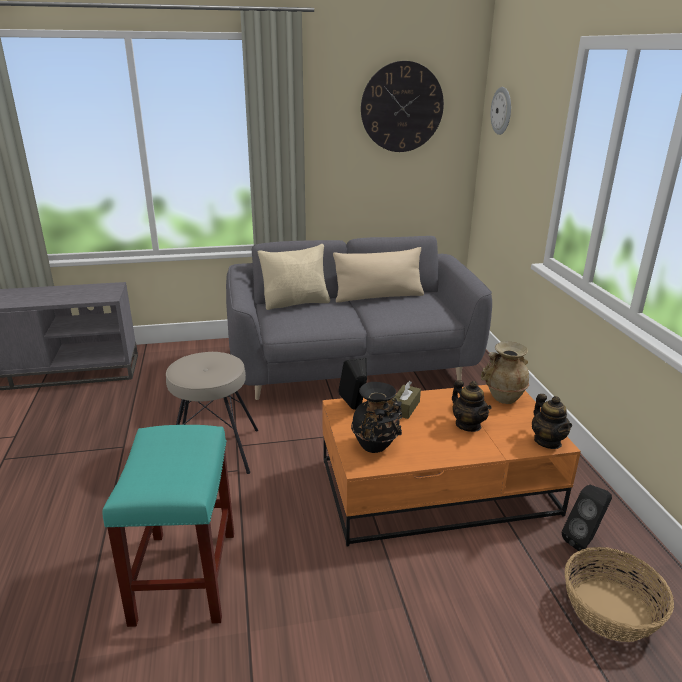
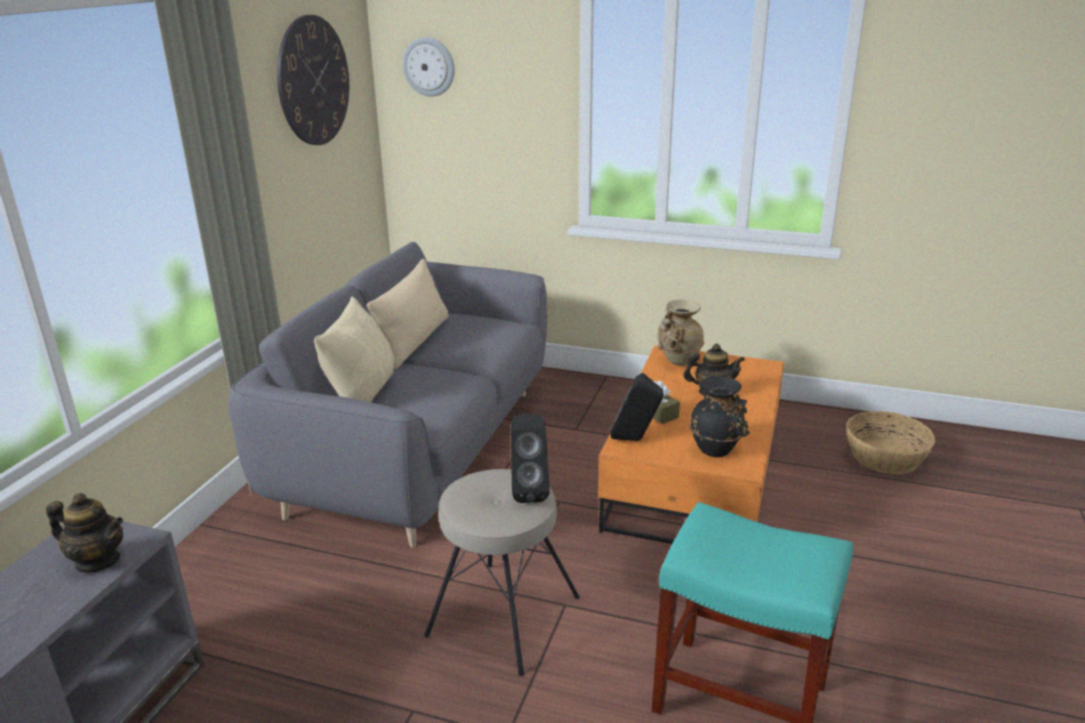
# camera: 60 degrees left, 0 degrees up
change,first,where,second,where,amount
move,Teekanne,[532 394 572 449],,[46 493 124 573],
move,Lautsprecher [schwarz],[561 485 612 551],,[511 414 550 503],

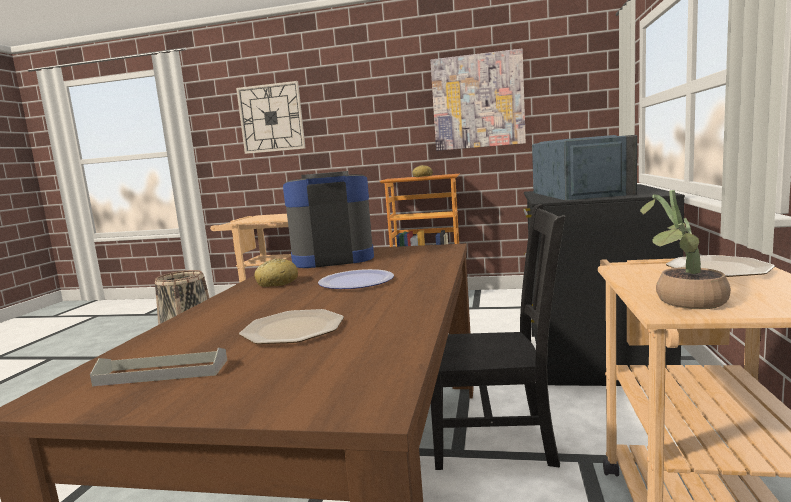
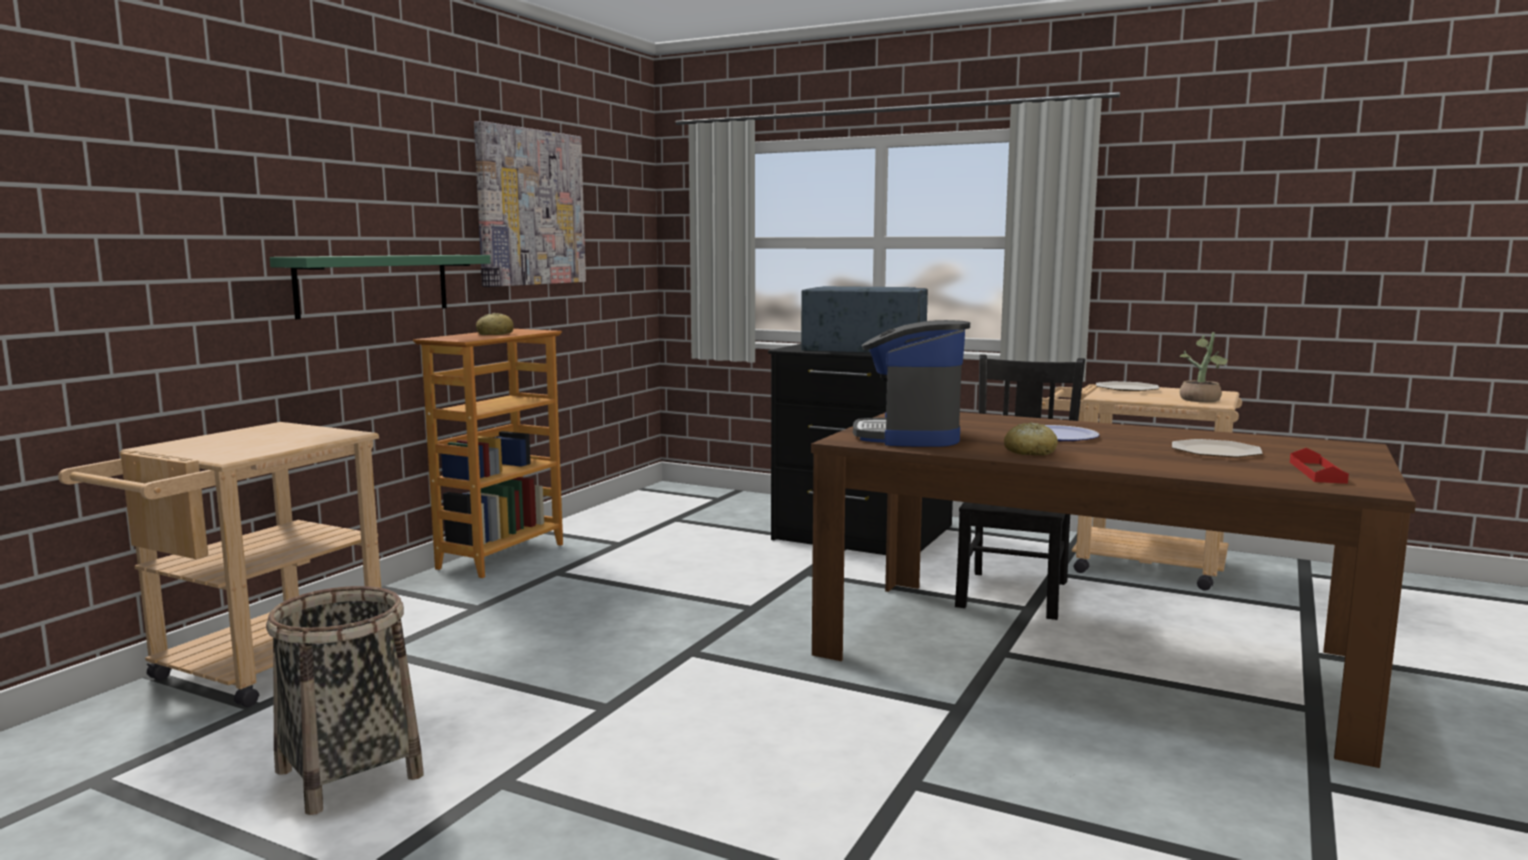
# camera: 75 degrees left, 0 degrees up
change,first,where,second,where,amount
delete,Wanduhr,[236 81 306 154],,,
insert,,,Wandregal [grün],[270 255 491 319],
recolor,Tablett [grau],[90 348 227 386],Tablett [rot],[1290 448 1349 484],

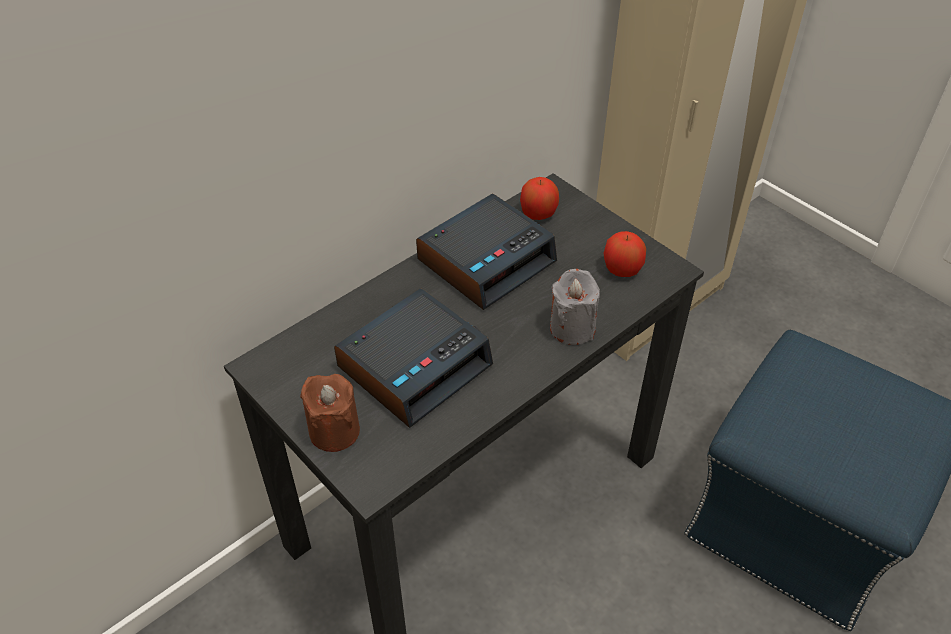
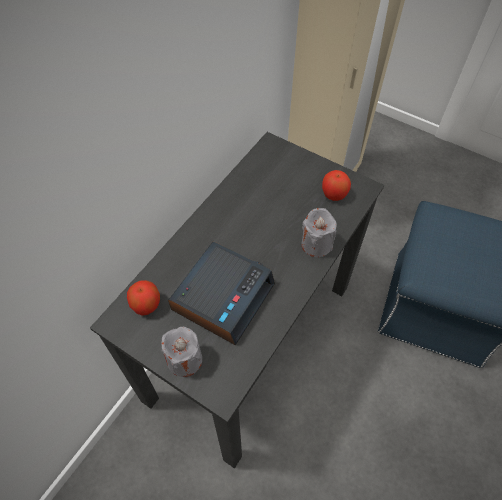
# camera: 15 degrees left, 10 degrees up
change,first,where,second,where,amount
delete,Wecker,[416 194 557 310],,,
move,Apfel,[520 177 559 220],,[127 280 160 316],
recolor,Kerze [braun],[300 374 360 452],Kerze [grau],[161 327 202 377],

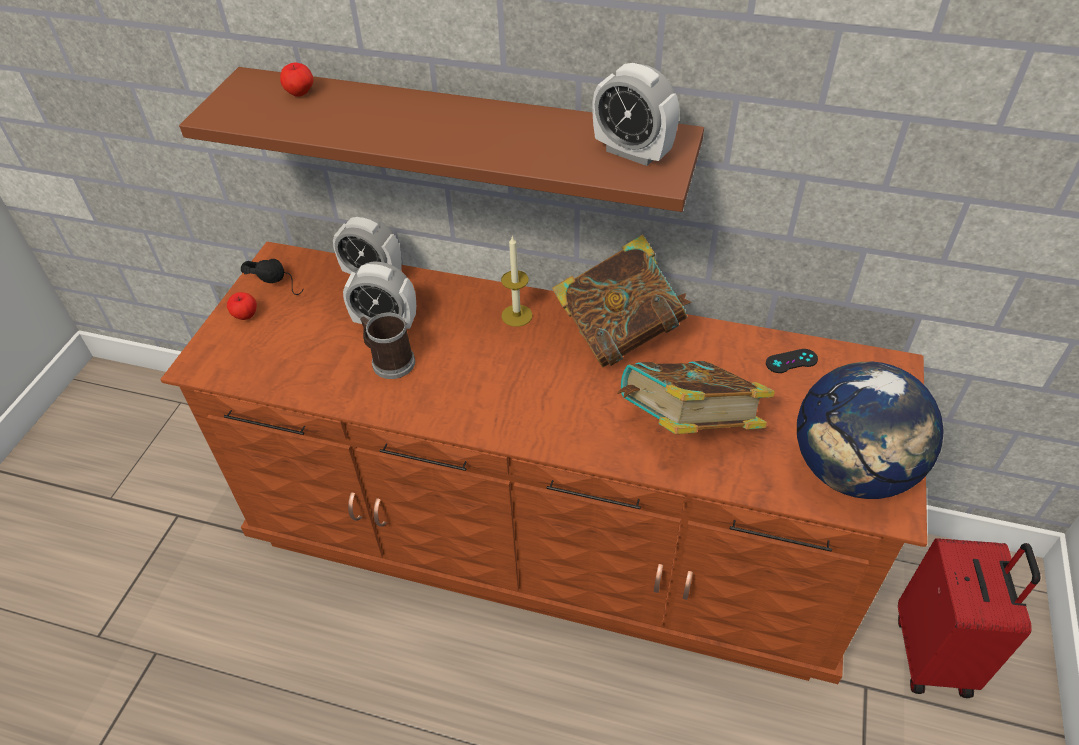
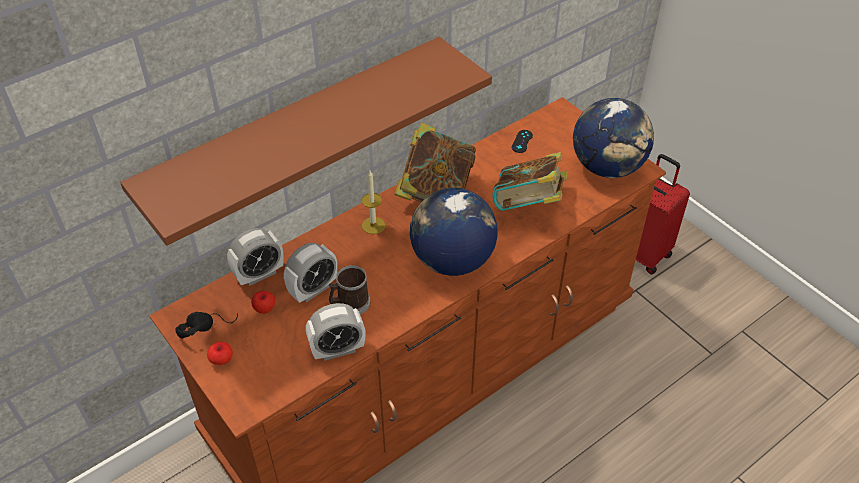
# camera: 55 degrees left, 0 degrees up
change,first,where,second,where,amount
insert,,,Globus,[410 188 498 276],
move,Apfel,[280 63 314 97],,[251 291 275 314],
move,Wecker,[592 63 679 166],,[306 303 366 361],

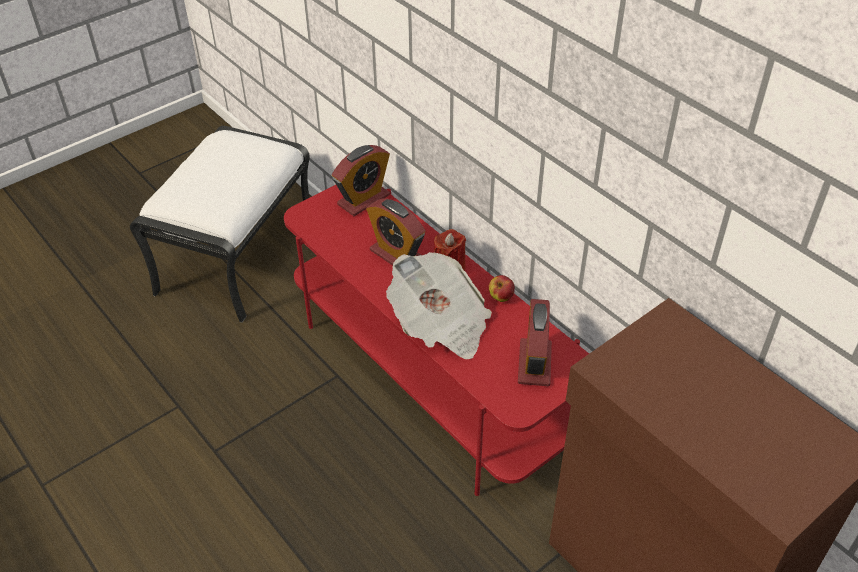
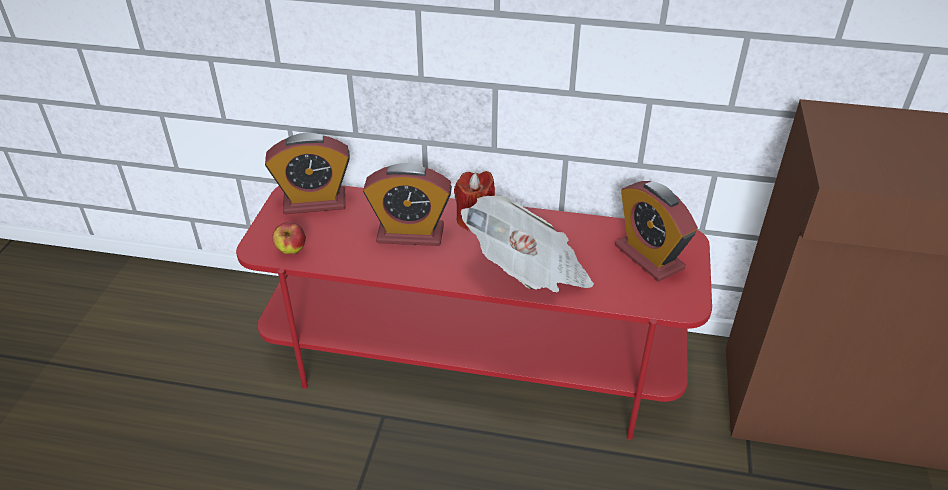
# camera: 40 degrees left, 5 degrees down
change,first,where,second,where,amount
delete,Polsterhocker [weiß],[130 126 310 323],,,
move,Apfel,[489 275 515 302],,[272 223 306 254],
rotate,Wecker,[332 145 390 216],,[265 133 350 214],75 degrees clockwise

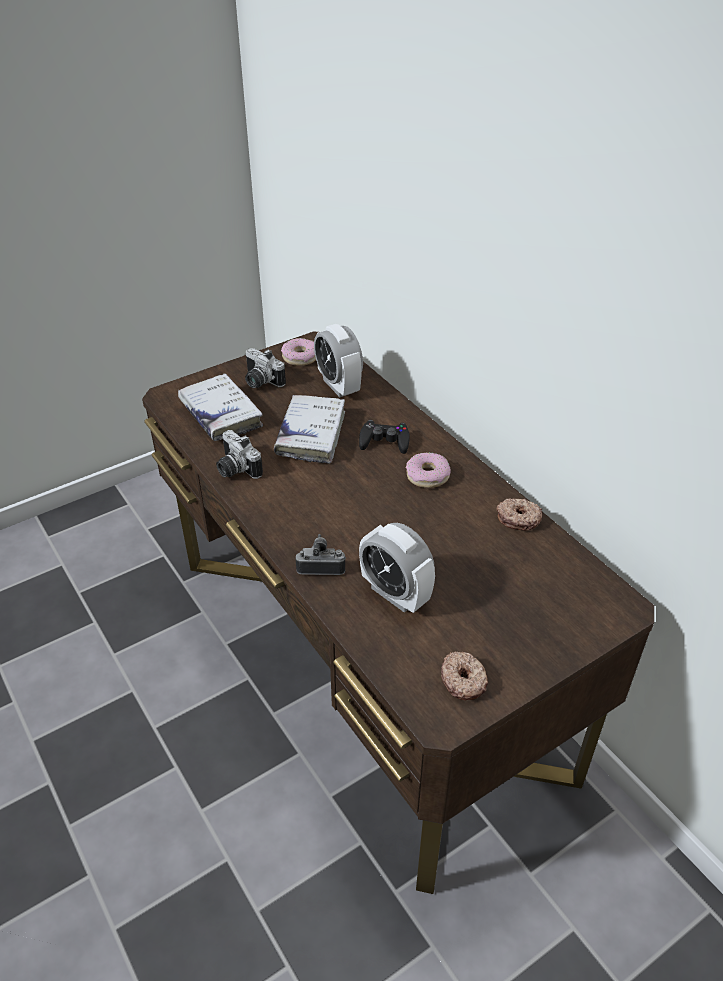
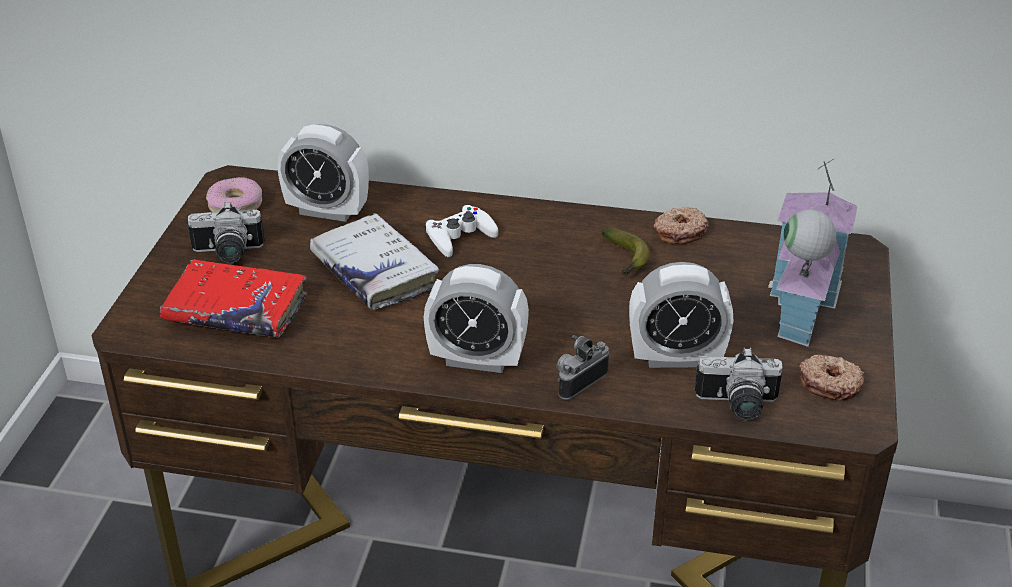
# camera: 45 degrees left, 5 degrees down
change,first,where,second,where,amount
delete,Donut,[406 453 451 488],,,
insert,,,Wecker,[424 264 529 373],
insert,,,Banane,[601 228 650 276],
insert,,,Spielzeughaus,[768 159 857 347],
move,Kamera,[216 430 263 479],,[695 347 783 420],
recolor,Buch [weiß],[178 373 263 441],Buch [rot],[160 259 307 338],
recolor,Gamepad [schwarz],[359 420 410 454],Gamepad [weiß],[425 205 498 257],

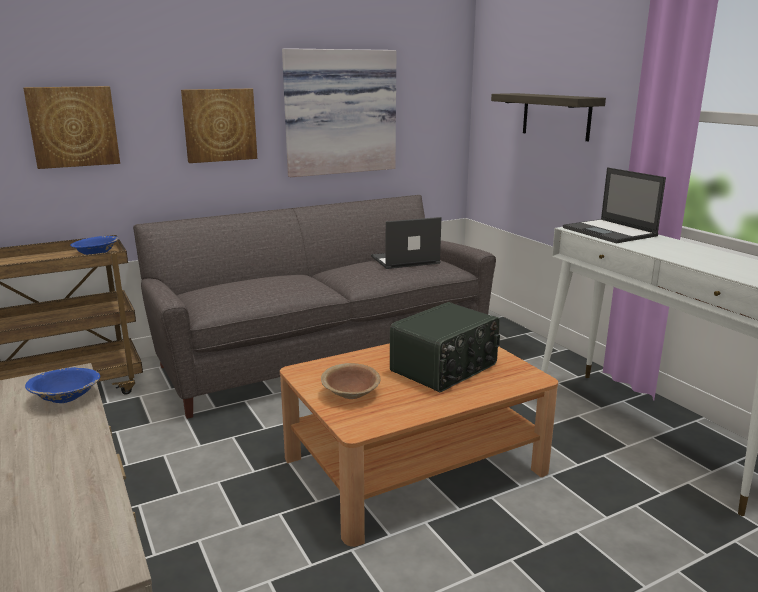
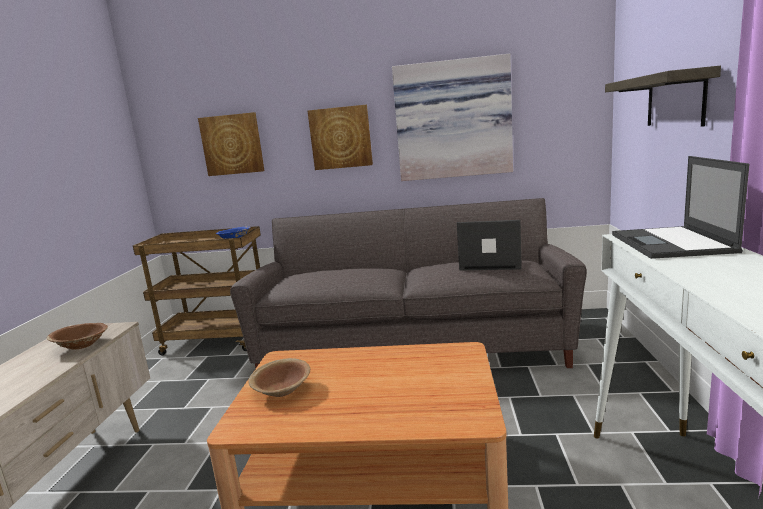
# camera: 35 degrees right, 5 degrees down
change,first,where,second,where,amount
delete,Radio,[390 302 500 392],,,
recolor,Schüssel [blau],[25 367 100 403],Schüssel [braun],[47 323 108 350],

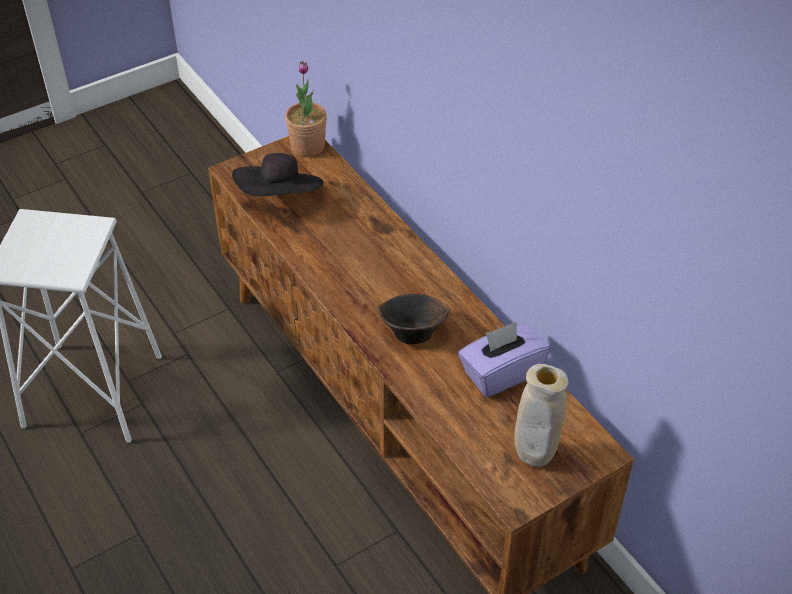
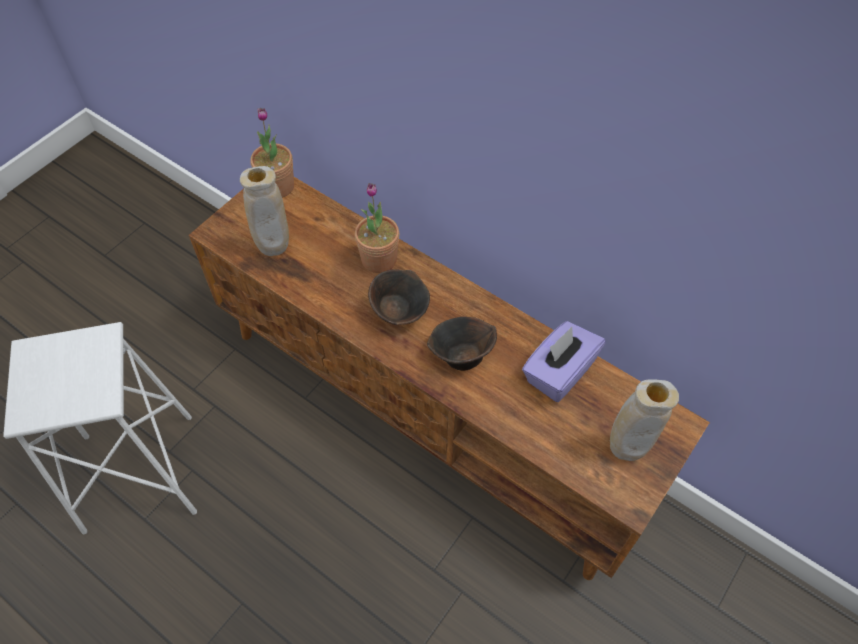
# camera: 20 degrees left, 10 degrees up
change,first,where,second,where,amount
insert,,,Topfpflanze,[355 183 399 273],
insert,,,Schüssel [braun],[368 269 430 325],
replace,Hut [schwarz],[232 153 324 196],Vase [beige],[240 166 289 256],

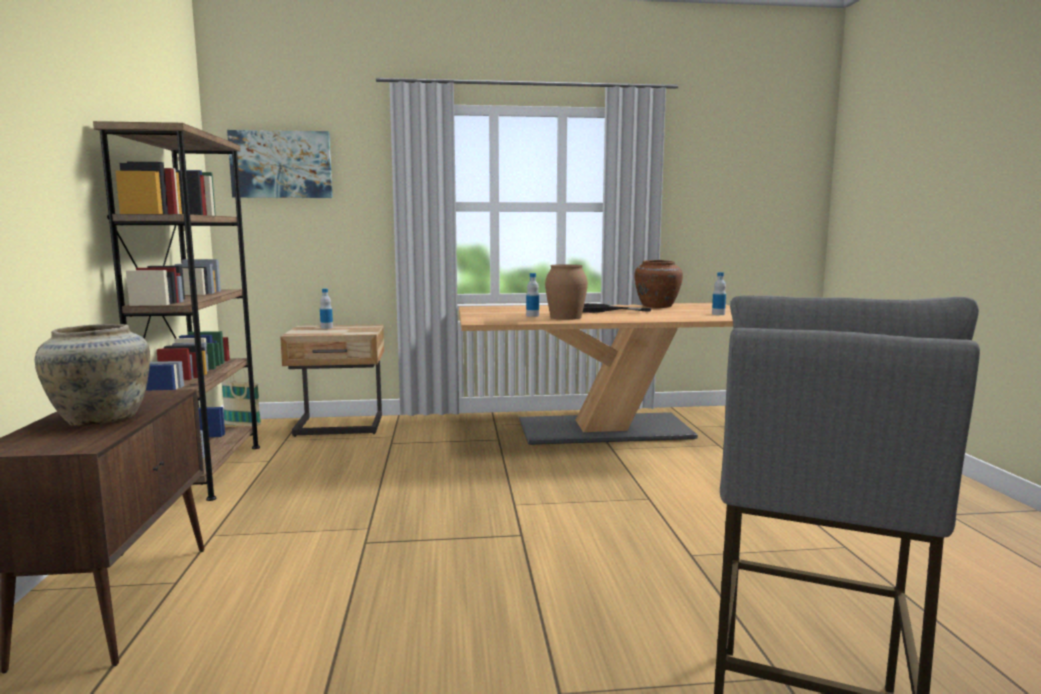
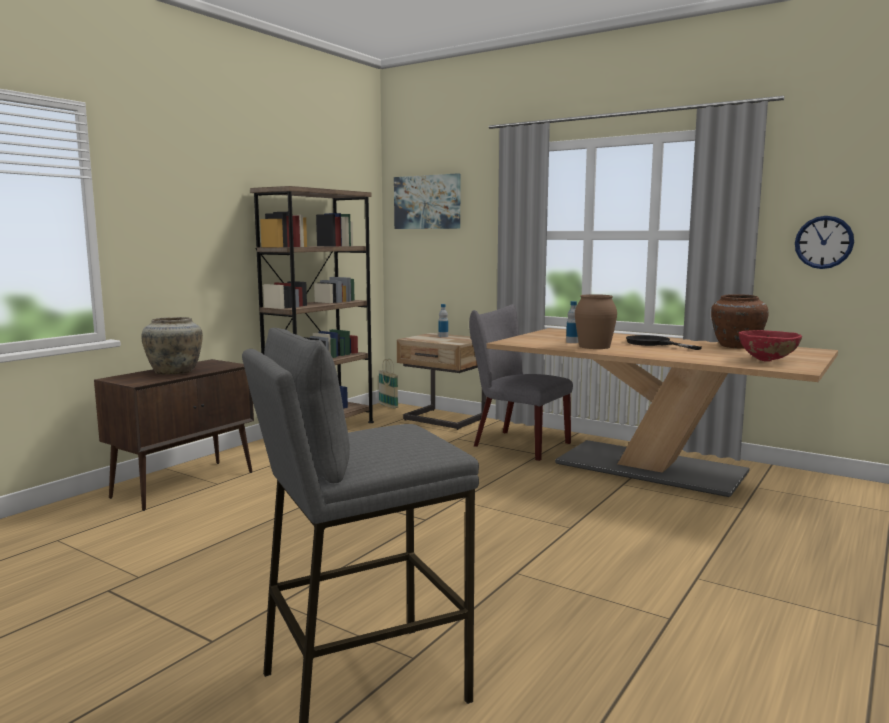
# camera: 40 degrees right, 0 degrees up
change,first,where,second,where,amount
insert,,,Stuhl [grau],[469 304 573 461],
insert,,,Wanduhr,[795 216 854 269],
replace,Flasche,[712 272 726 315],Schüssel [rot],[739 330 802 362],

